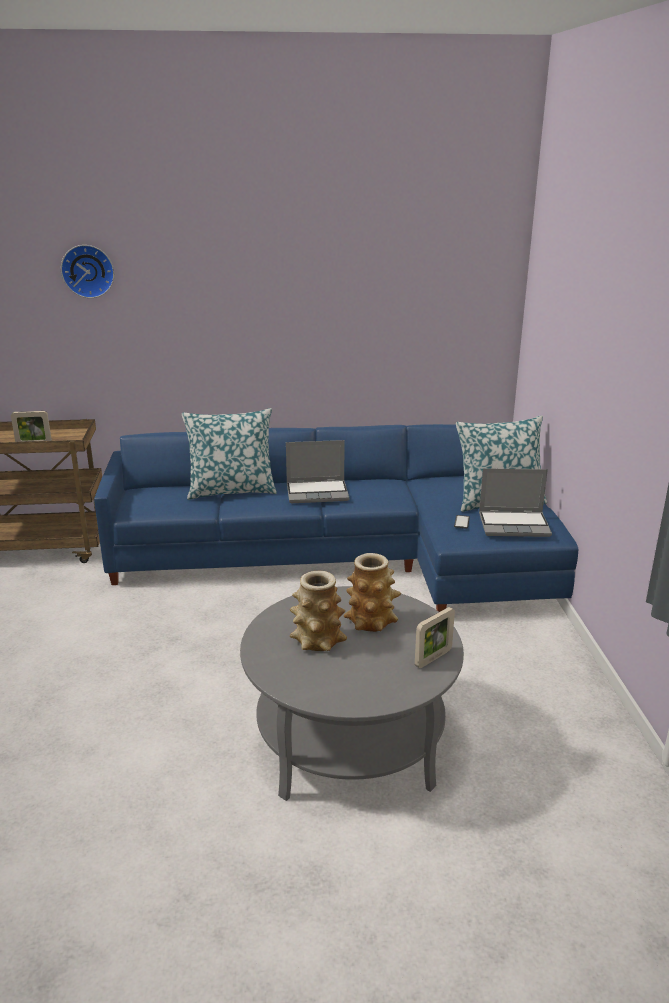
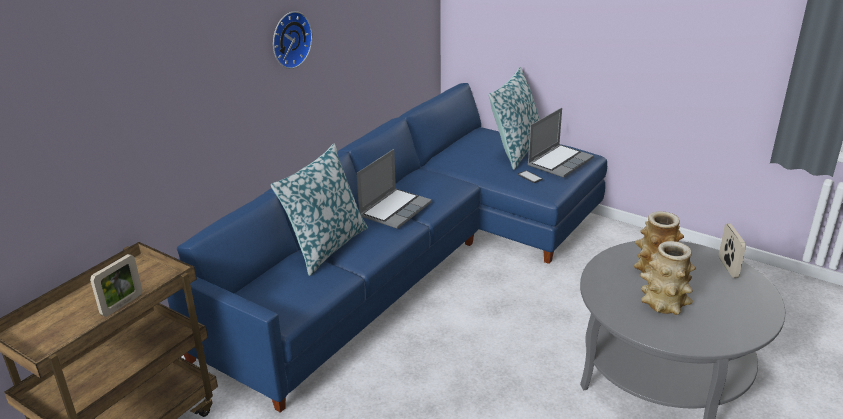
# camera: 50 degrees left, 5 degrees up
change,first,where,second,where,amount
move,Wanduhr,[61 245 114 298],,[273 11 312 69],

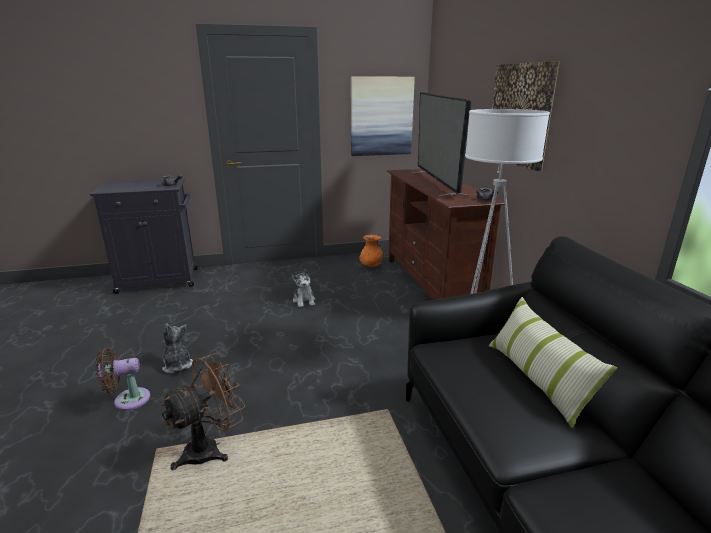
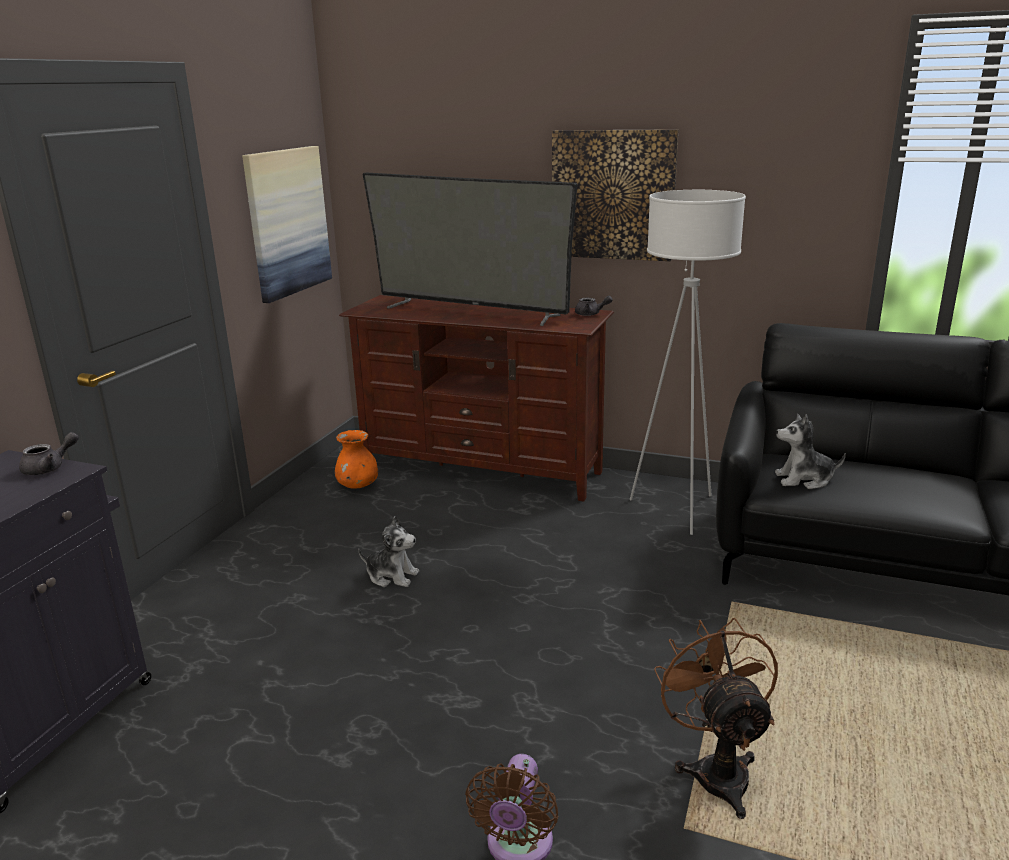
# camera: 55 degrees left, 0 degrees up
change,first,where,second,where,amount
delete,Kissen,[489 297 617 428],,,
move,Plüschtier,[162 323 193 373],,[775 414 846 489],

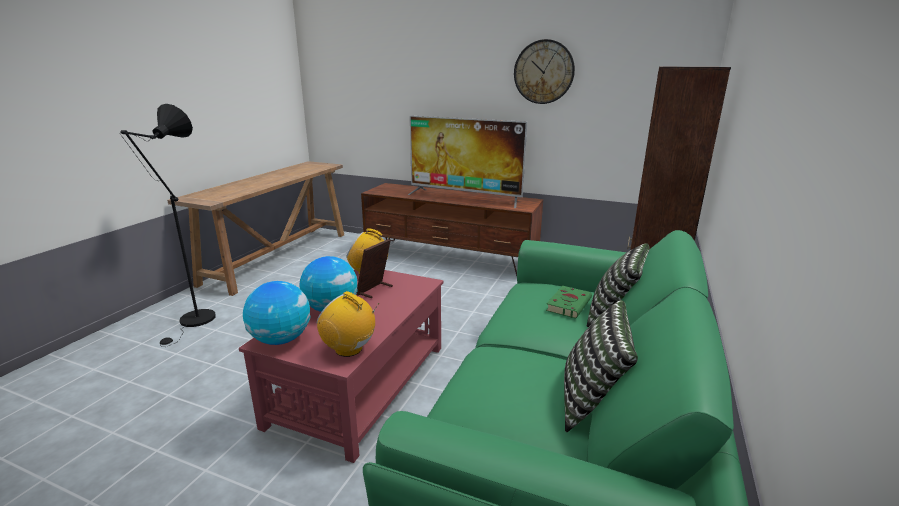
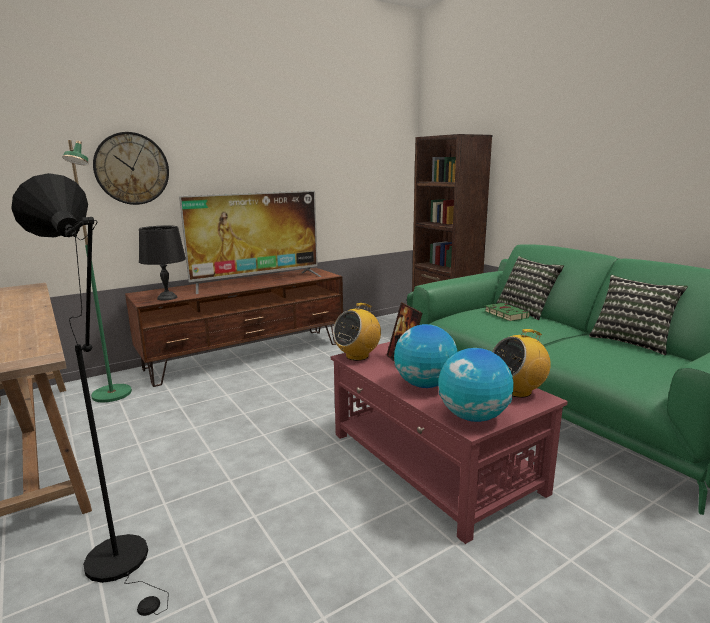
# camera: 55 degrees left, 5 degrees down
change,first,where,second,where,amount
insert,,,Stehlampe [grün],[62 140 132 402],
insert,,,Tischlampe [schwarz],[139 225 186 301],
move,Wanduhr,[514 39 575 104],,[93 132 169 205],

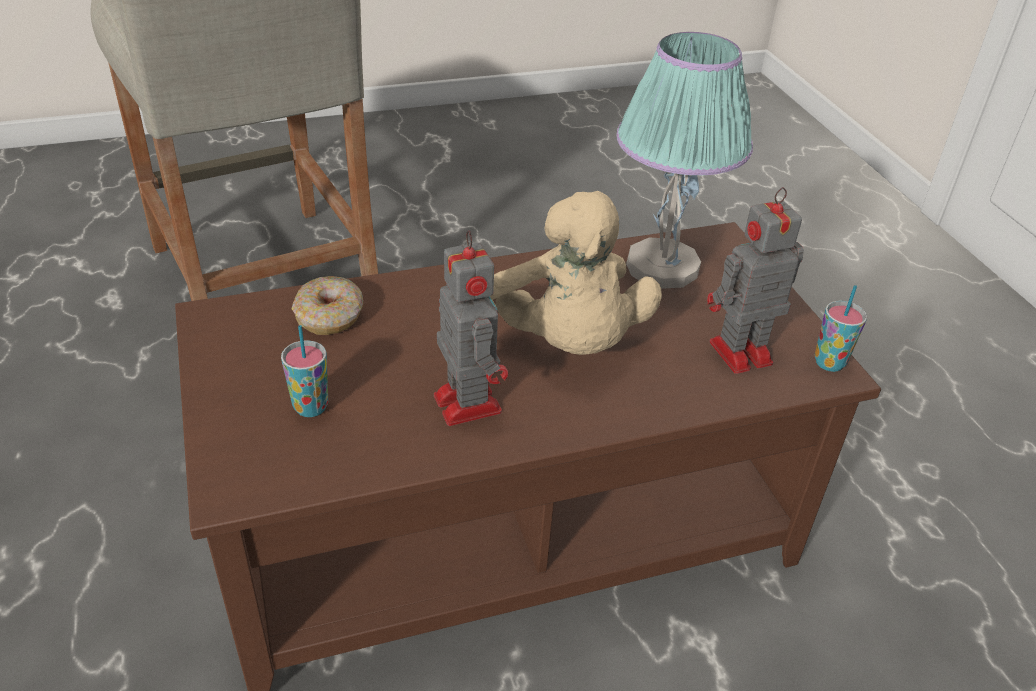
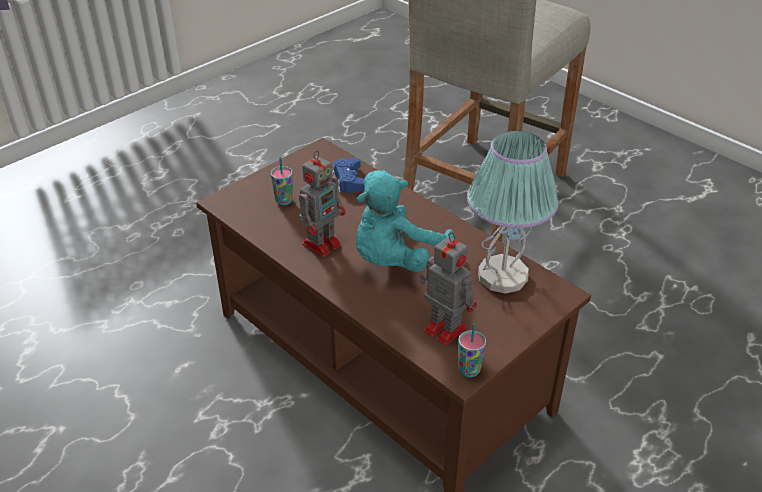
# camera: 65 degrees right, 0 degrees up
change,first,where,second,where,amount
replace,Donut,[292 276 363 335],Gamepad [blau],[332 158 365 193],
recolor,Plüschtier [beige],[491 191 662 355],Plüschtier [türkis],[356 170 456 272],

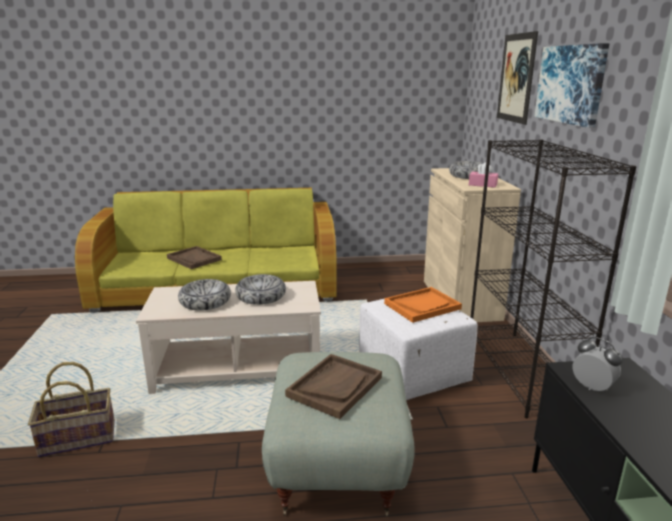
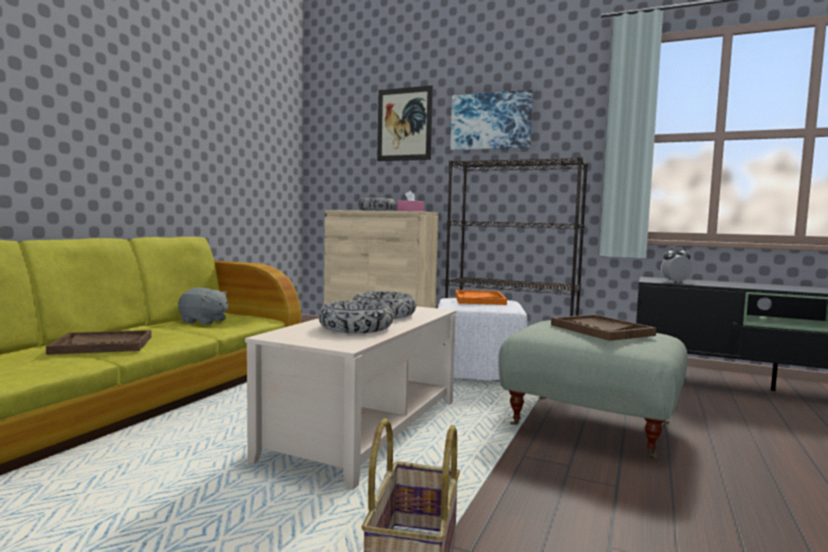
# camera: 60 degrees left, 15 degrees down
change,first,where,second,where,amount
insert,,,Plüschtier [grau],[178 288 228 325],

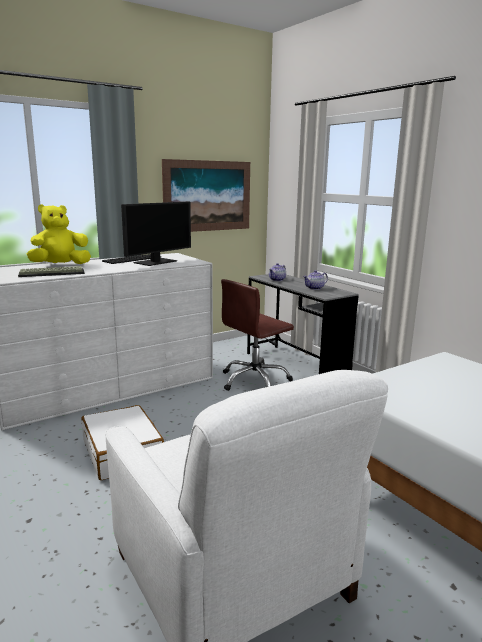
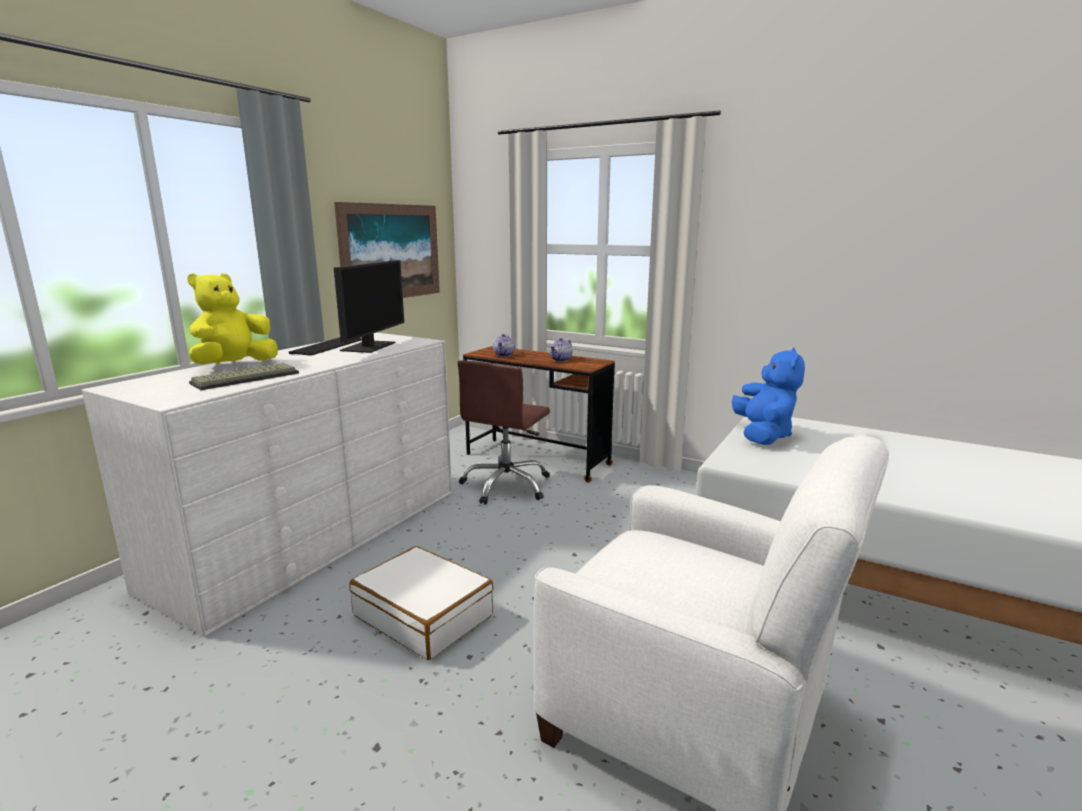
# camera: 25 degrees left, 0 degrees up
change,first,where,second,where,amount
insert,,,Plüschtier [blau],[732 348 805 445],
recolor,Schreibtisch [grau],[247 274 359 374],Schreibtisch [braun],[463 346 615 482],

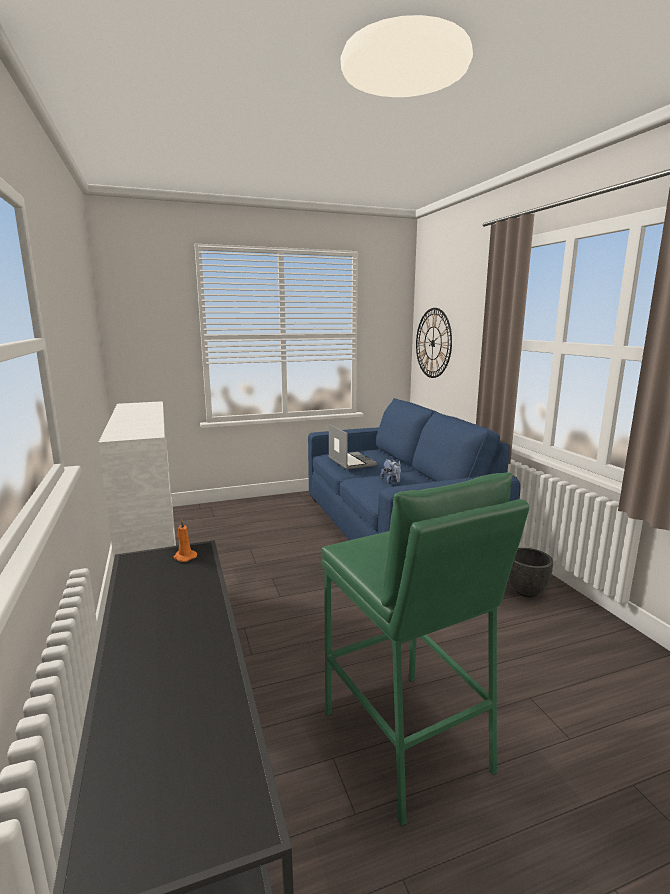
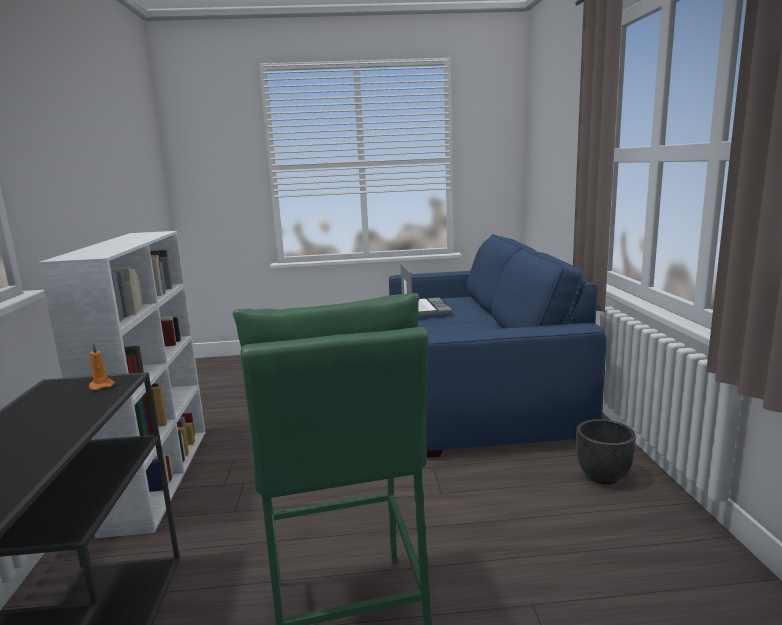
# camera: 15 degrees right, 0 degrees up
change,first,where,second,where,amount
delete,Plüschtier,[380 459 401 484],,,
delete,Wanduhr,[416 308 452 378],,,

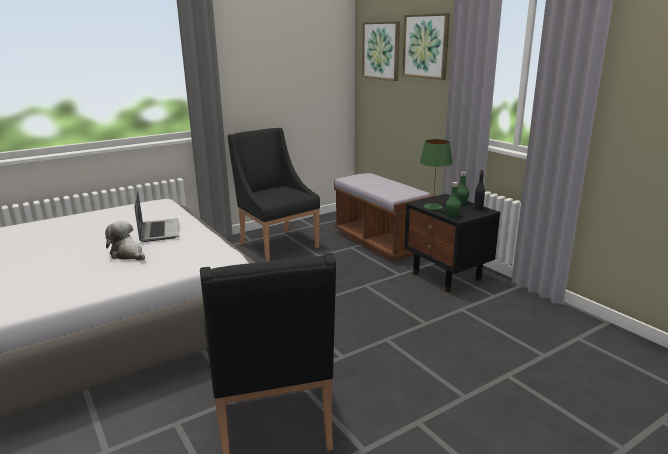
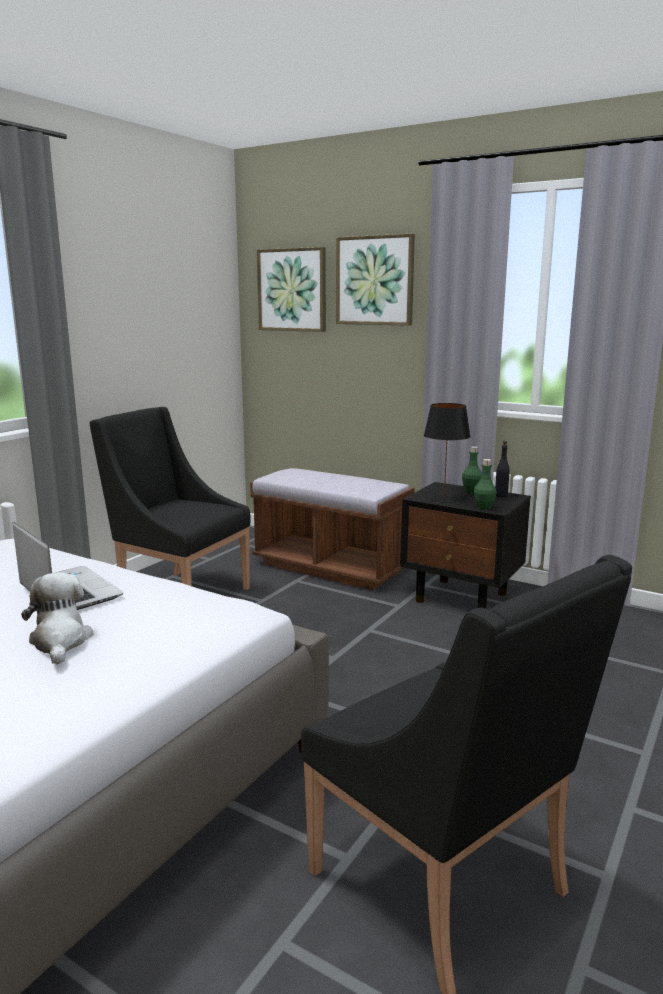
# camera: 25 degrees left, 5 degrees down
change,first,where,second,where,amount
recolor,Tischlampe [grün],[420 139 453 210],Tischlampe [schwarz],[424 403 471 503],
rotate,Plüschtier,[105 221 145 261],,[21 572 93 665],60 degrees clockwise

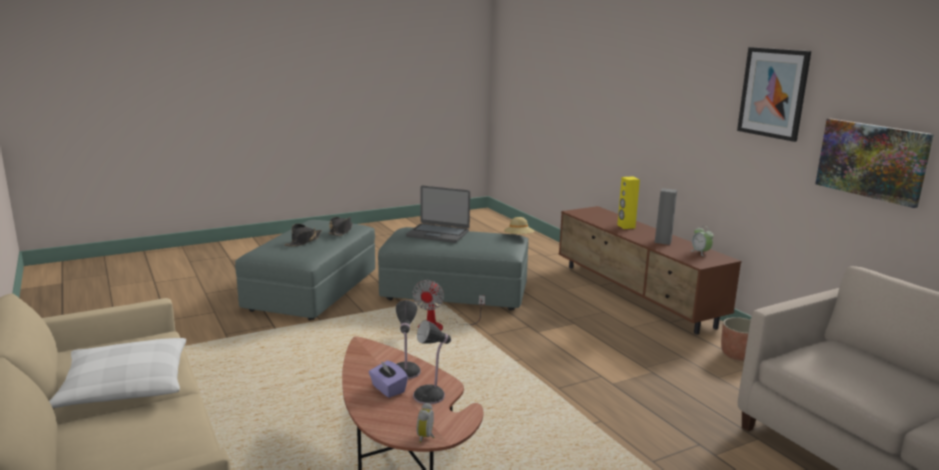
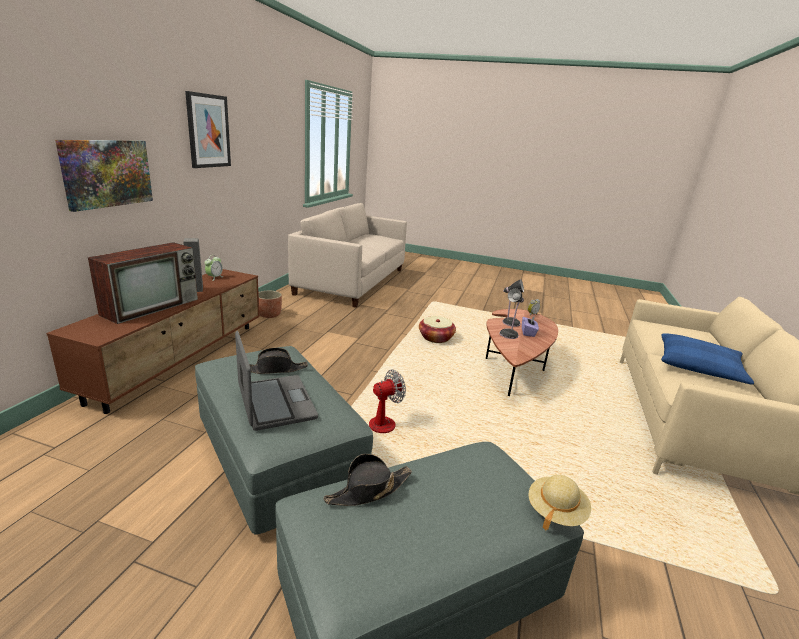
# camera: 135 degrees left, 5 degrees up
change,first,where,second,where,amount
insert,,,Korb,[419 316 456 343],
move,Hut [schwarz],[284 224 322 246],,[249 348 308 374],
move,Hut [beige],[504 217 534 234],,[529 475 591 530],
move,Bild,[816 118 934 208],,[55 140 153 212],
replace,Lautsprecher [gelb],[617 177 640 229],Fernseher,[88 242 198 324],
recolor,Kissen [weiß],[49 338 186 408],Kissen [blau],[661 333 754 385],

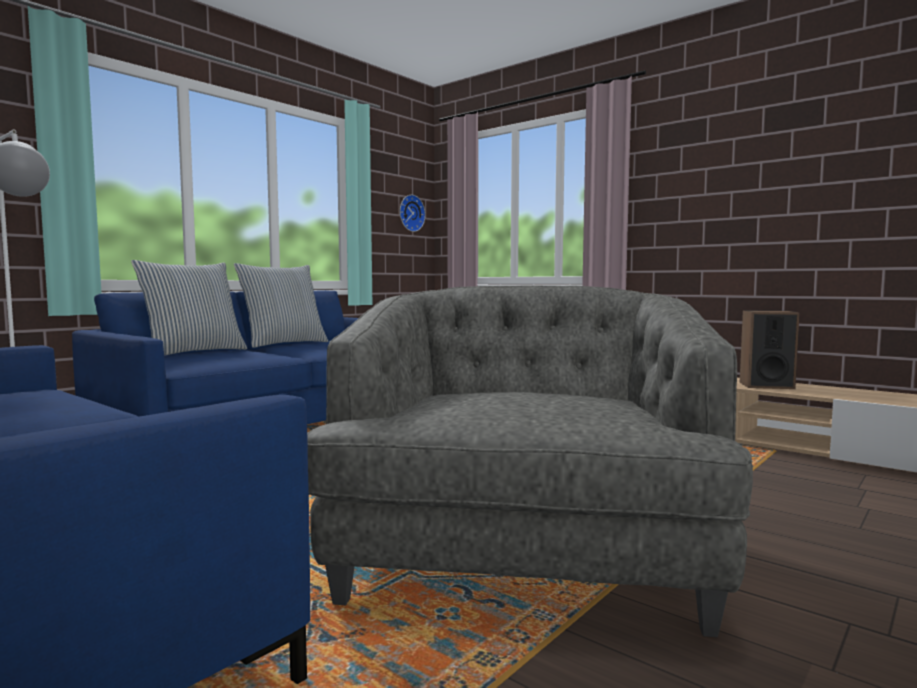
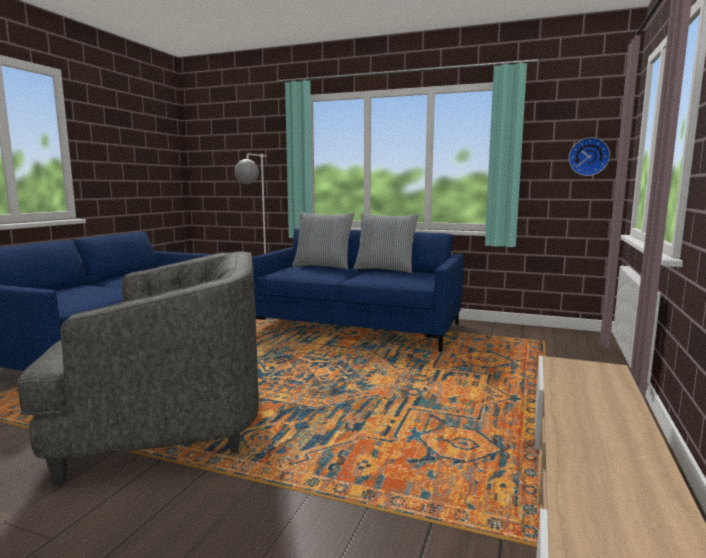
# camera: 70 degrees right, 5 degrees up
change,first,where,second,where,amount
delete,Lautsprecher,[740 311 800 389],,,

